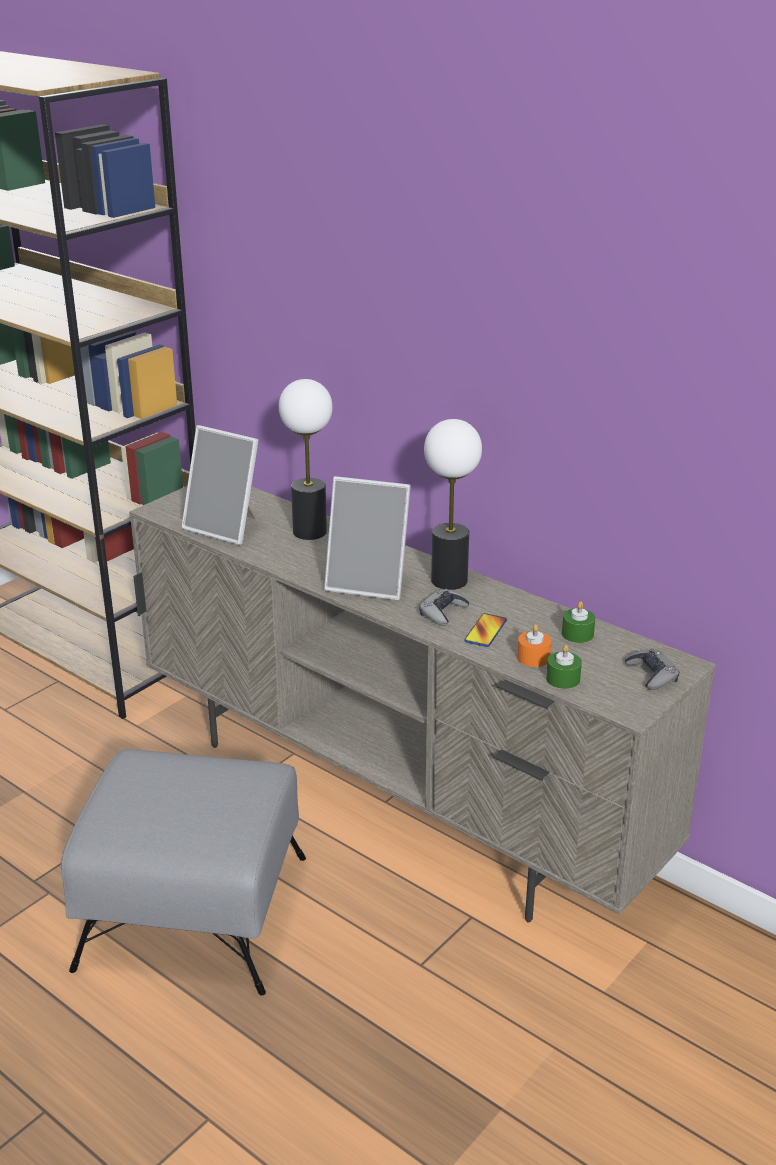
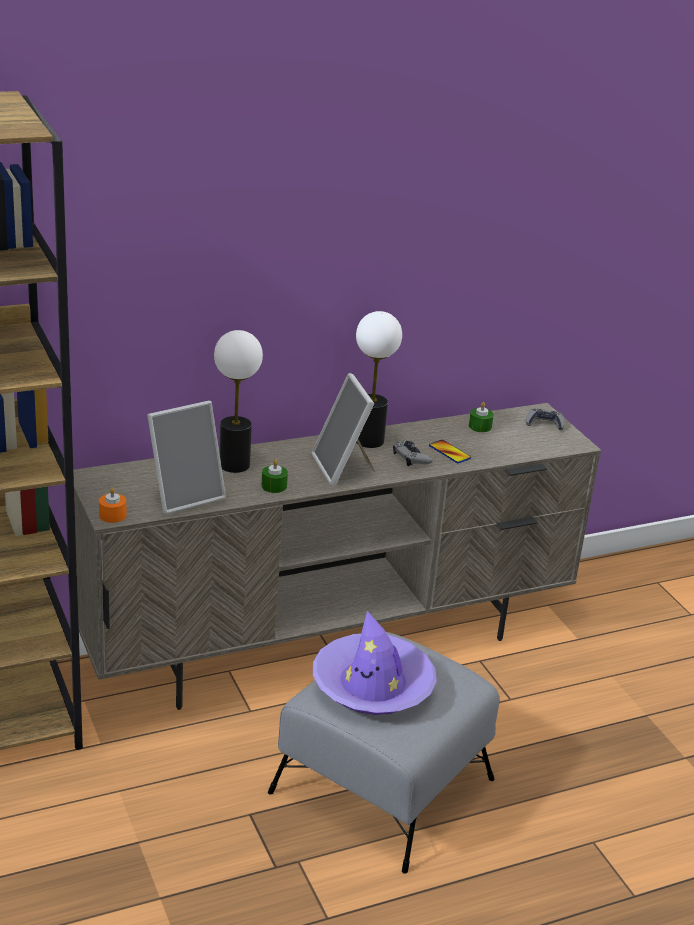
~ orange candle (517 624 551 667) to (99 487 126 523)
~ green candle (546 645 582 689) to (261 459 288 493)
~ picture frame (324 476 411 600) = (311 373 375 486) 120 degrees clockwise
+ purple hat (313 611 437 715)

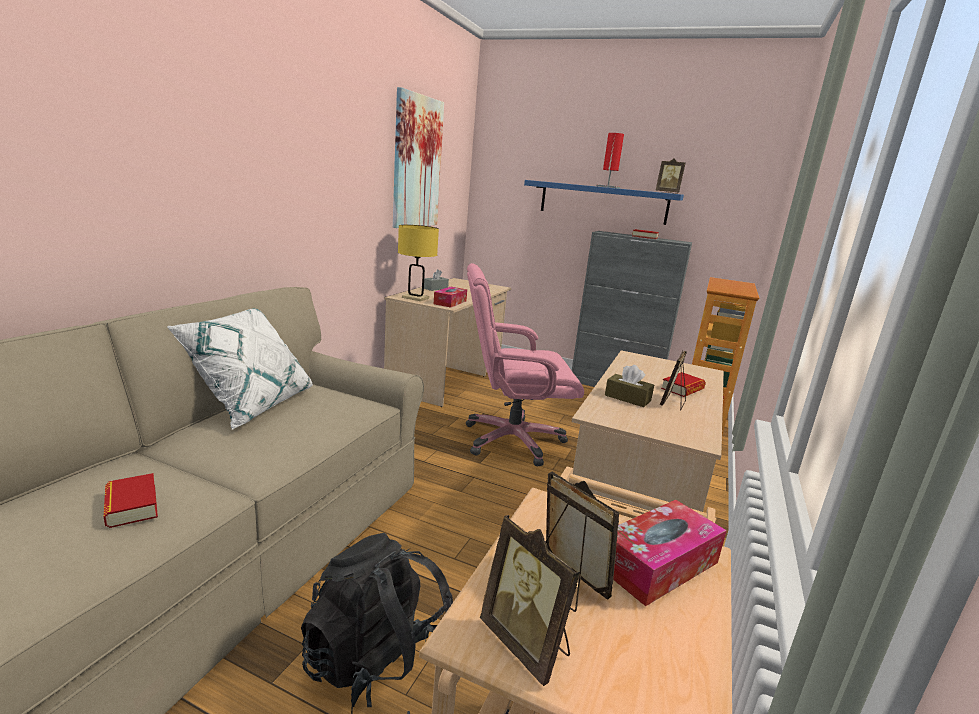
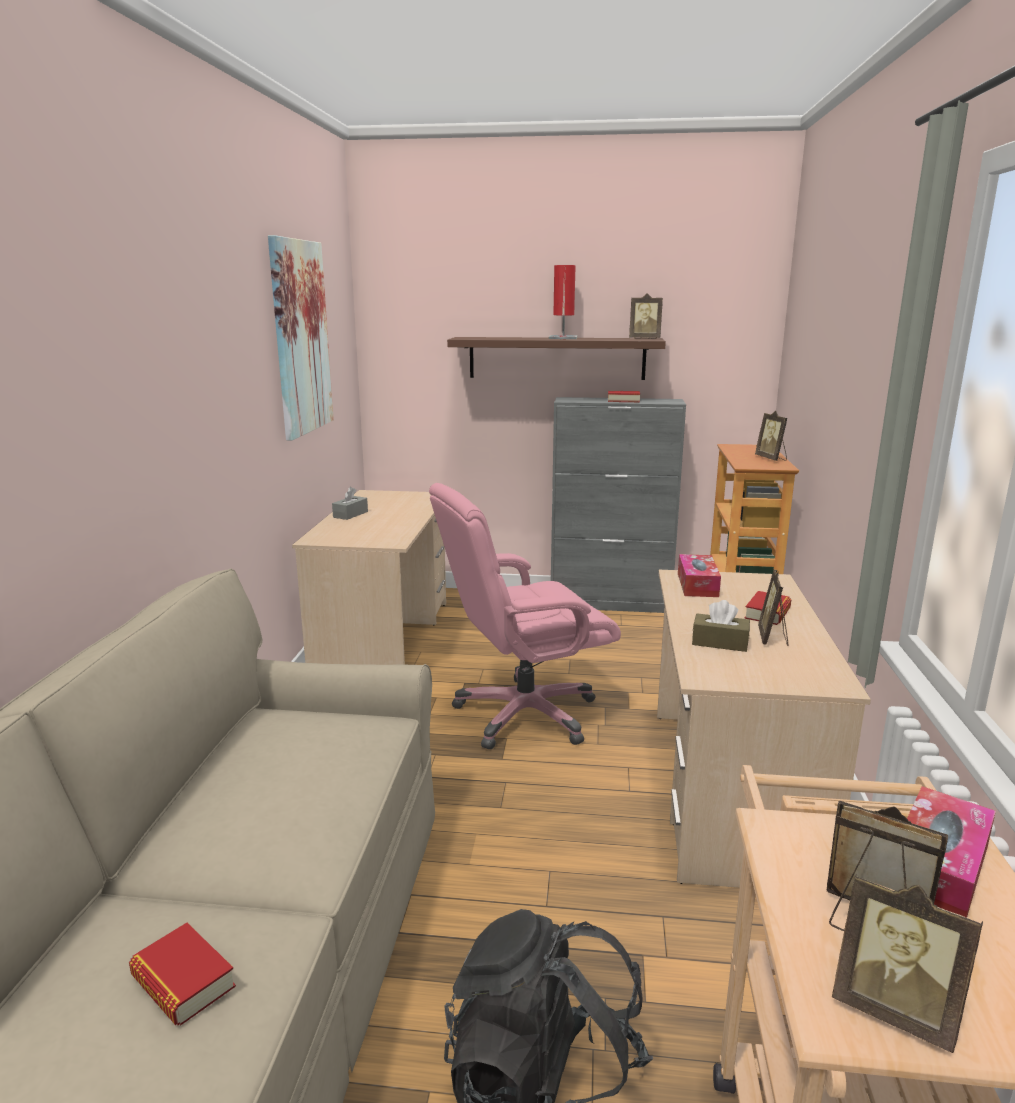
~ blue shelf (524 180 684 225) to brown shelf (447 337 666 380)
~ tissue box (434 287 467 307) to (678 554 721 597)
+ picture frame (755 411 787 461)
- white pillow (167 308 313 430)
- yellow table lamp (398 225 439 301)

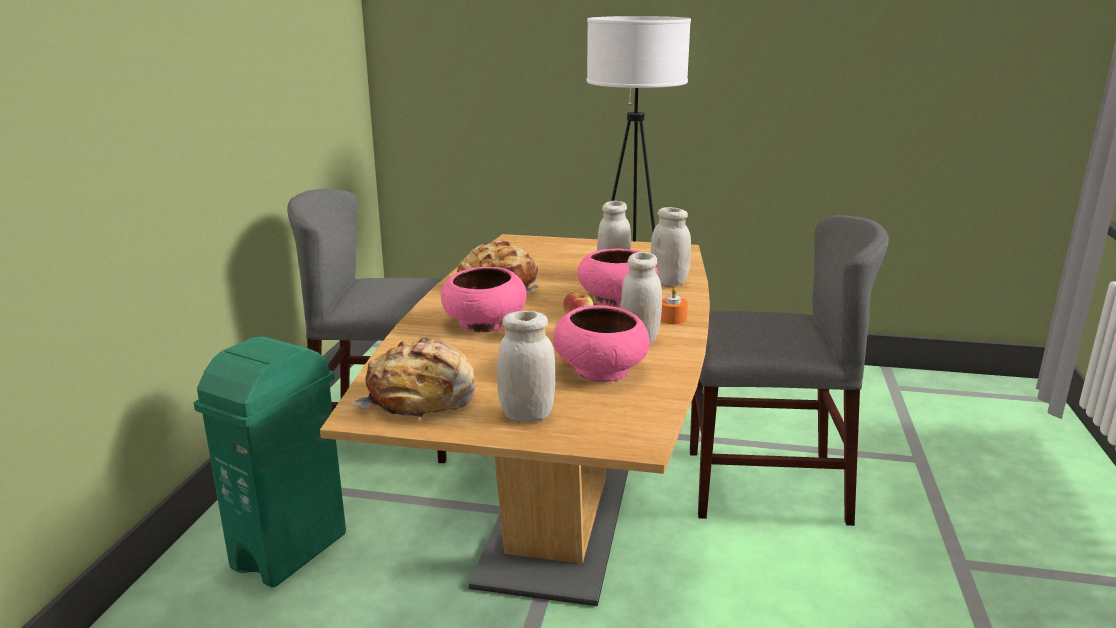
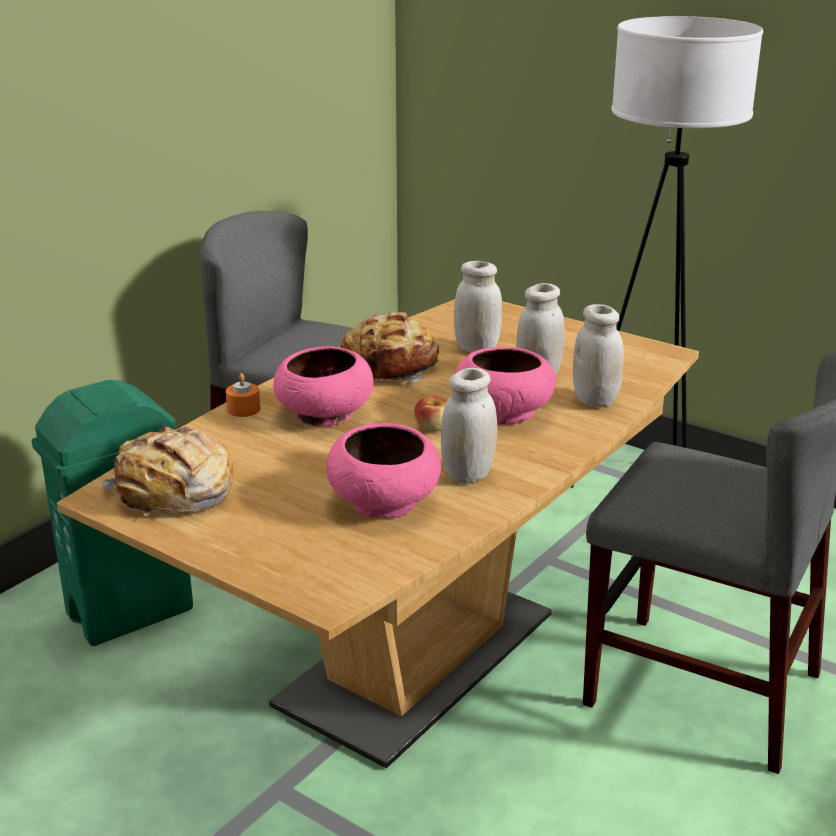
~ orange candle (661 287 688 324) to (226 373 260 417)
~ white jar (497 311 555 423) to (454 261 502 353)

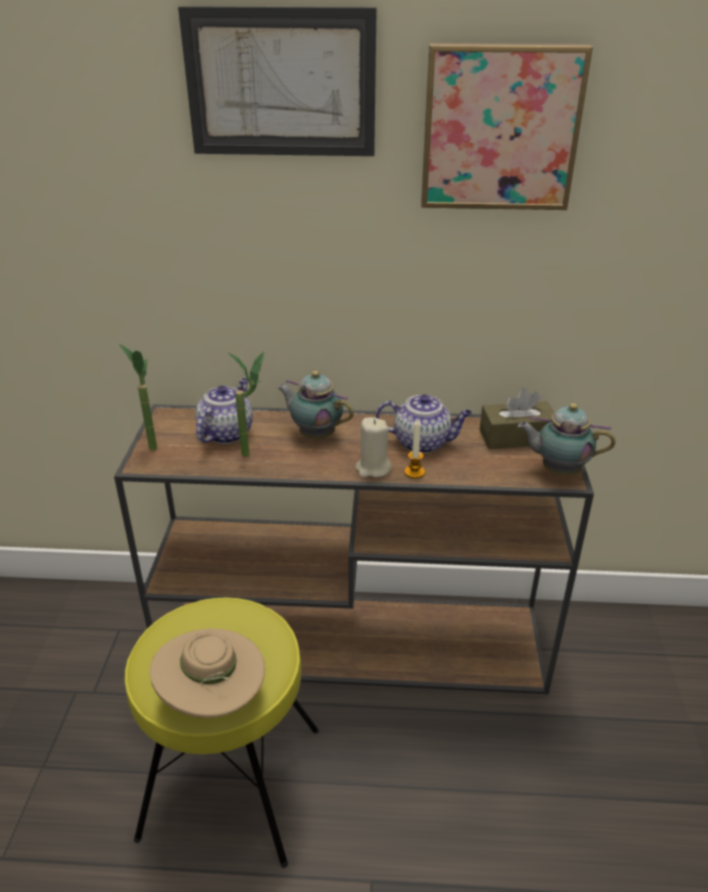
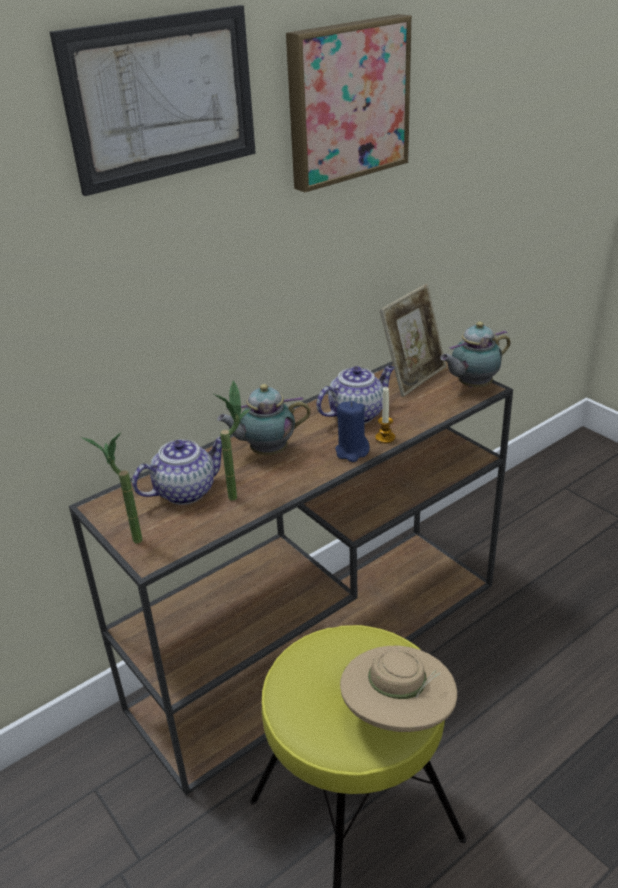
~ teapot (195 378 253 444) = (132 437 222 505) 75 degrees clockwise
~ beige candle (355 417 392 477) to blue candle (335 401 370 462)
~ brown tissue box (480 388 554 449) to picture frame (380 284 446 397)

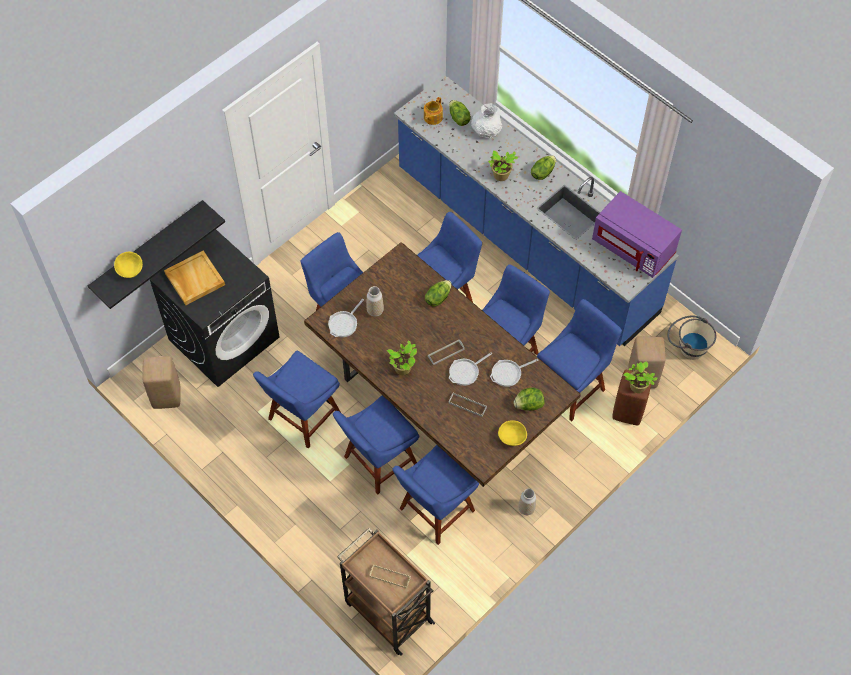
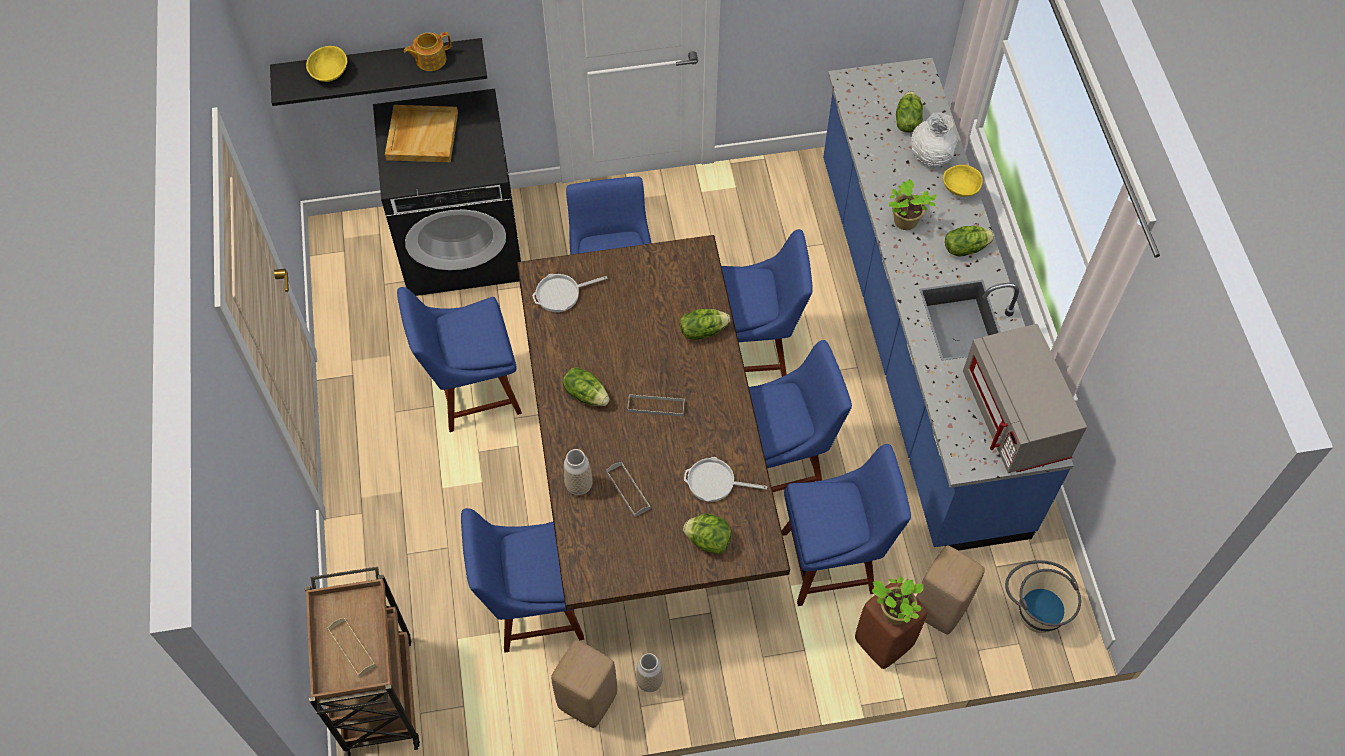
~ teapot (424 97 443 125) to (404 32 451 71)
~ beige stool (142 356 181 409) to (551 640 617 728)
~ potted plant (387 340 417 375) to lettuce (563 367 610 406)
~ vase (366 286 384 317) to (564 449 593 496)
~ yellow bowl (498 420 527 446) to (943 165 983 197)
~ purple microwave (592 191 682 278) to grey microwave (963 324 1087 473)
- blue chair (333 395 419 495)
- frying pan (449 352 492 386)

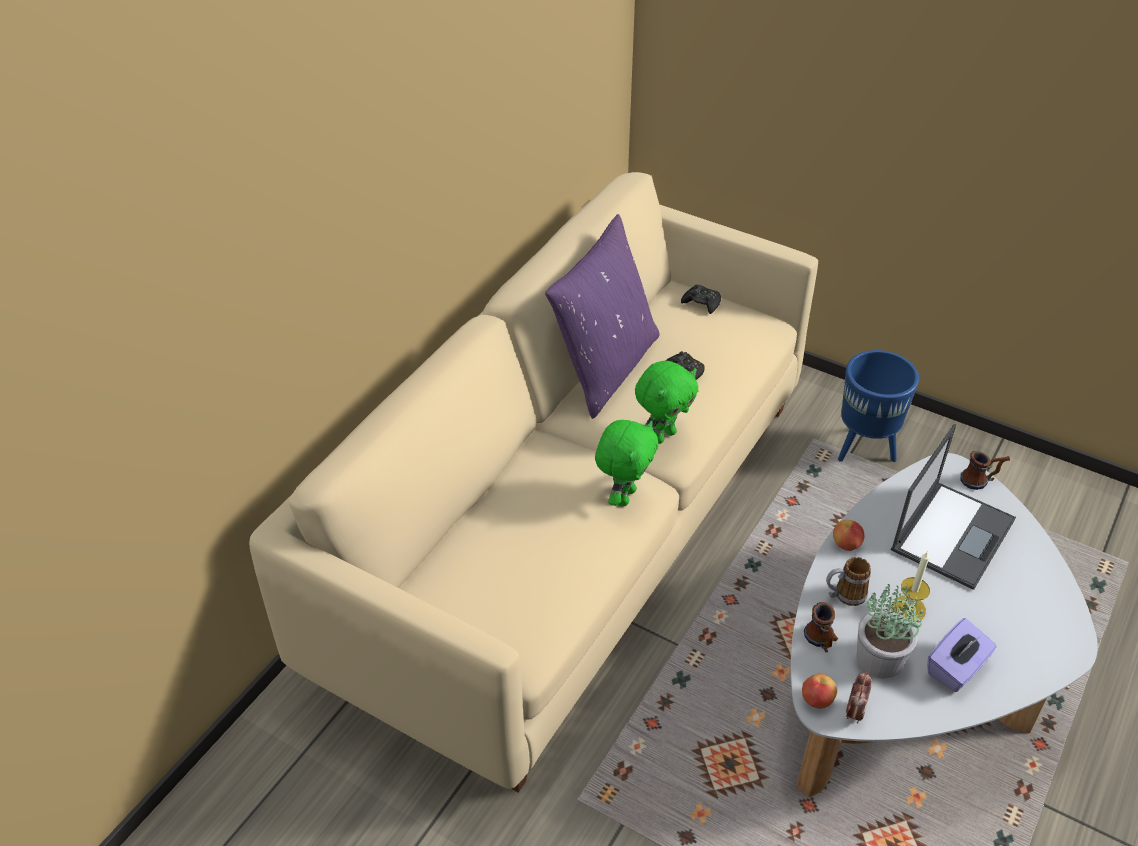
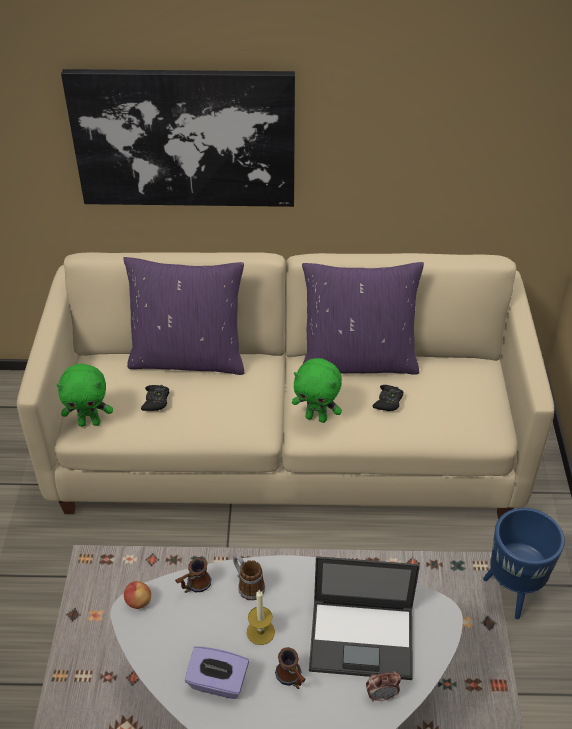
~ green plush toy (595 420 659 507) to (56 364 113 427)
+ picture (61 69 295 207)
+ purple pillow (123 257 244 375)
~ black game controller (681 284 721 314) to (141 385 169 411)
~ mug (960 451 1010 490) to (275 647 306 689)
~ alarm clock (846 672 872 724) to (366 672 401 701)
- apple (833 520 864 551)
- potted plant (857 583 923 679)

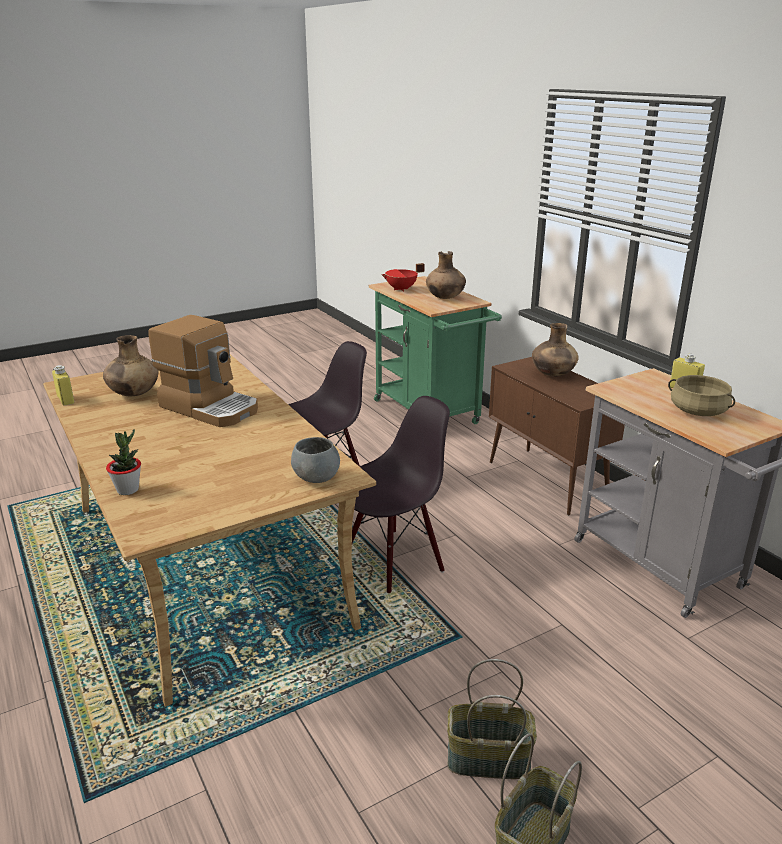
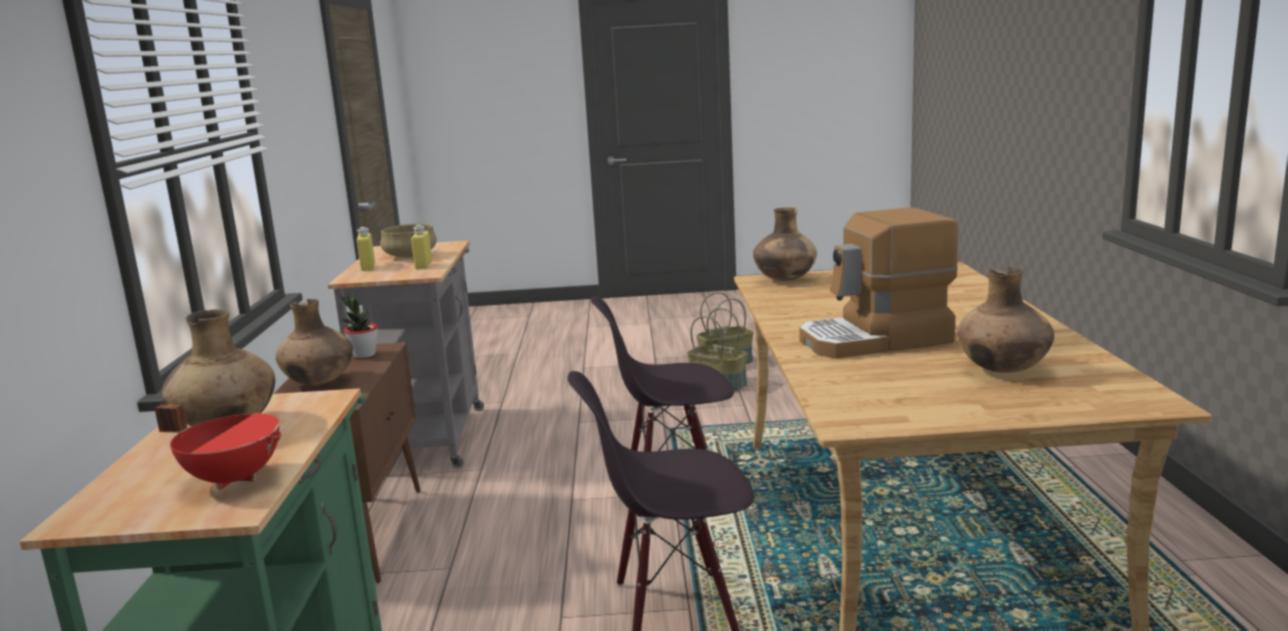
~ potted plant (106 429 141 495) to (340 293 378 358)
~ yellow bottle (52 365 74 406) to (411 225 432 269)
~ grey bowl (291 437 340 483) to brown vase (753 207 817 281)
~ coffee machine (148 315 258 427) = (799 207 958 359) 75 degrees counterclockwise

